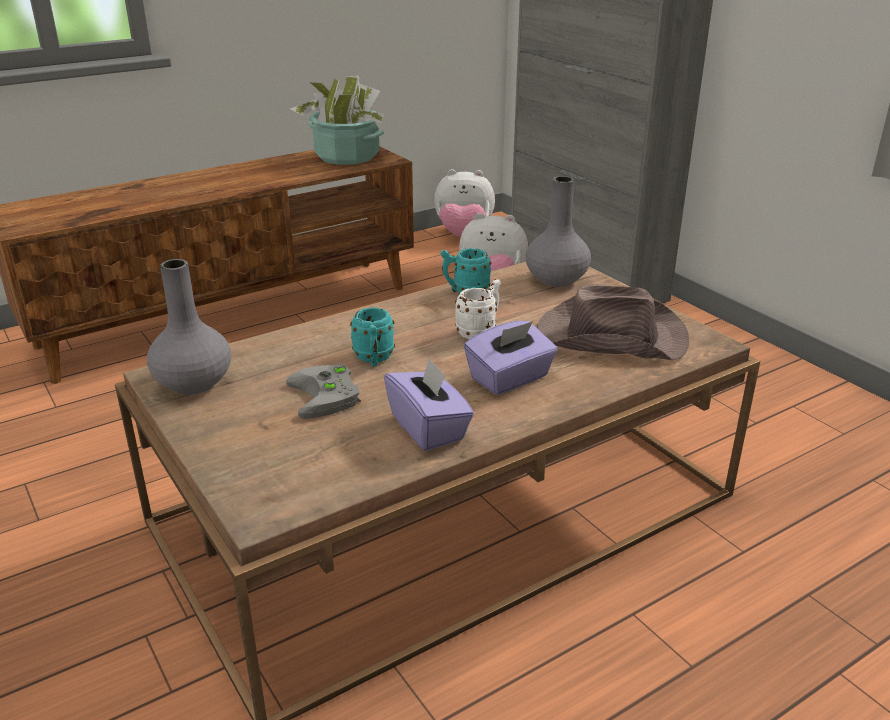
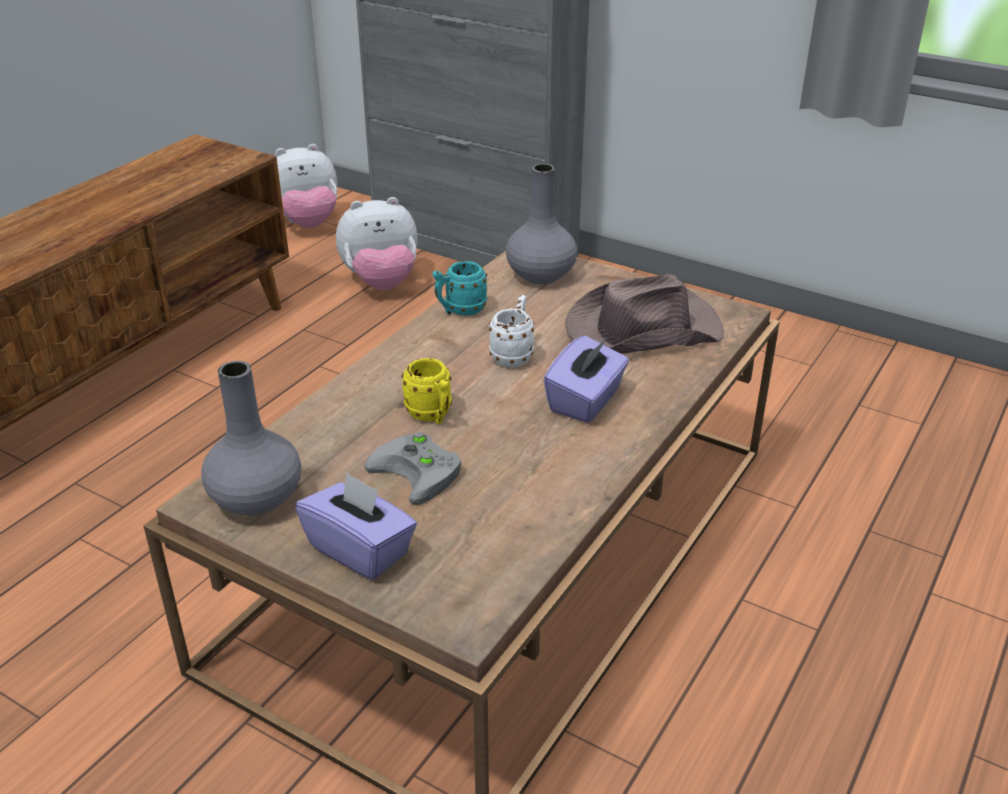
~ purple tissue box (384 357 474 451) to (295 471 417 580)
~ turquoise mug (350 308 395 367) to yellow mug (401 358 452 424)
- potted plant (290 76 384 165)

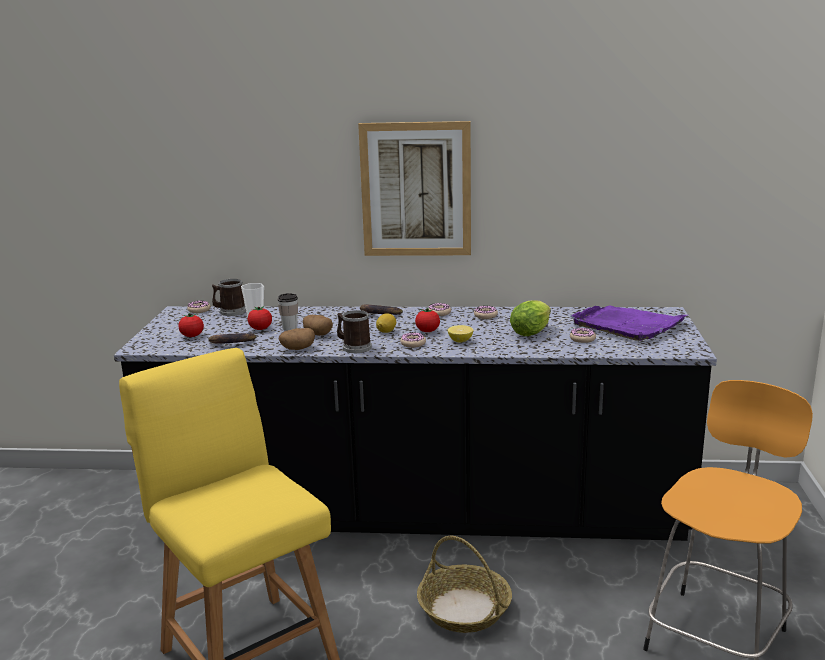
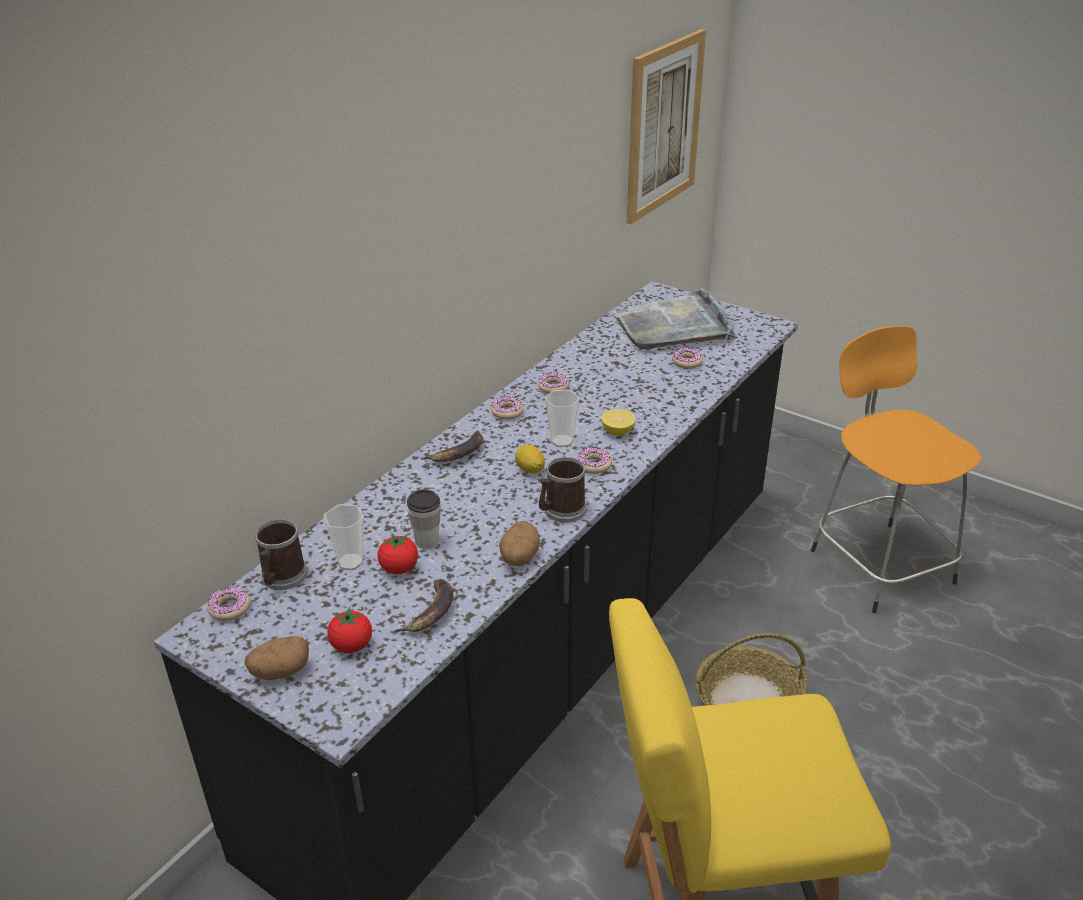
~ potato (303 315 333 336) to (245 636 309 680)
~ tomato (415 307 440 332) to cup (545 390 580 447)
~ purple tray (571 305 688 341) to grey tray (612 288 735 349)
~ picture (358 121 471 256) to (627 29 706 224)
- lettuce (510 300 551 336)

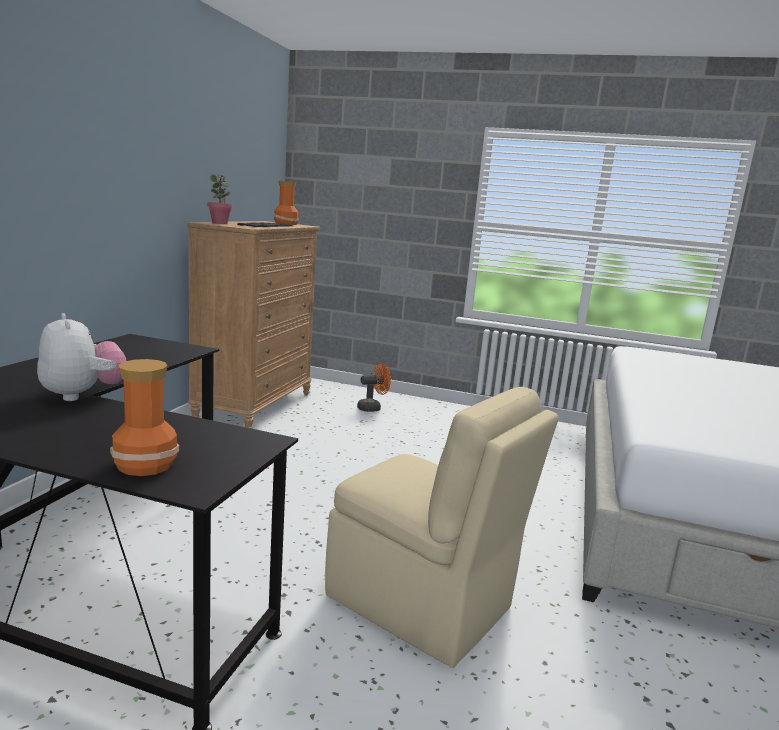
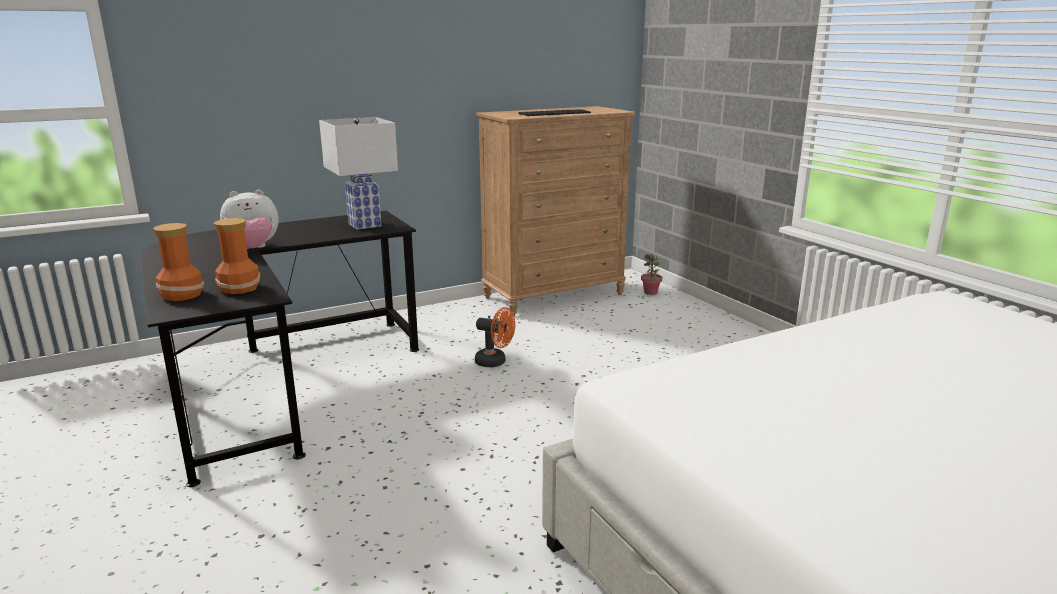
~ vase (273 181 299 225) to (214 218 260 294)
~ plush toy (37 313 126 401) = (220 190 279 249) 60 degrees clockwise
+ white table lamp (319 117 398 230)
~ orange fan (357 364 391 412) to (475 307 515 367)
~ potted plant (207 174 233 224) to (641 254 662 295)
- beige chair (325 387 559 668)

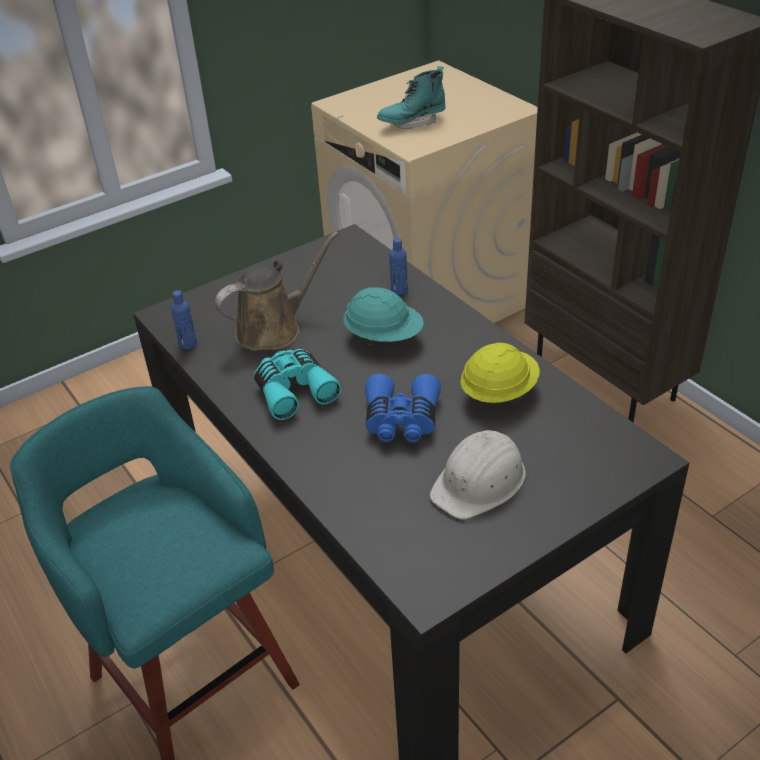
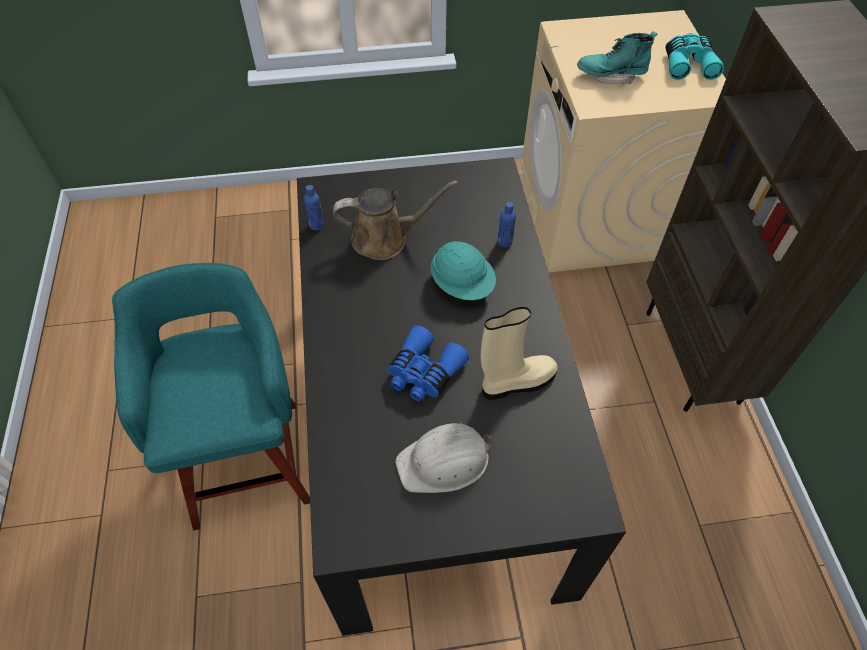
~ yellow hard hat (460 343 540 404) to beige boot (481 307 558 400)
~ turquoise binoculars (253 349 341 420) to (665 33 724 80)

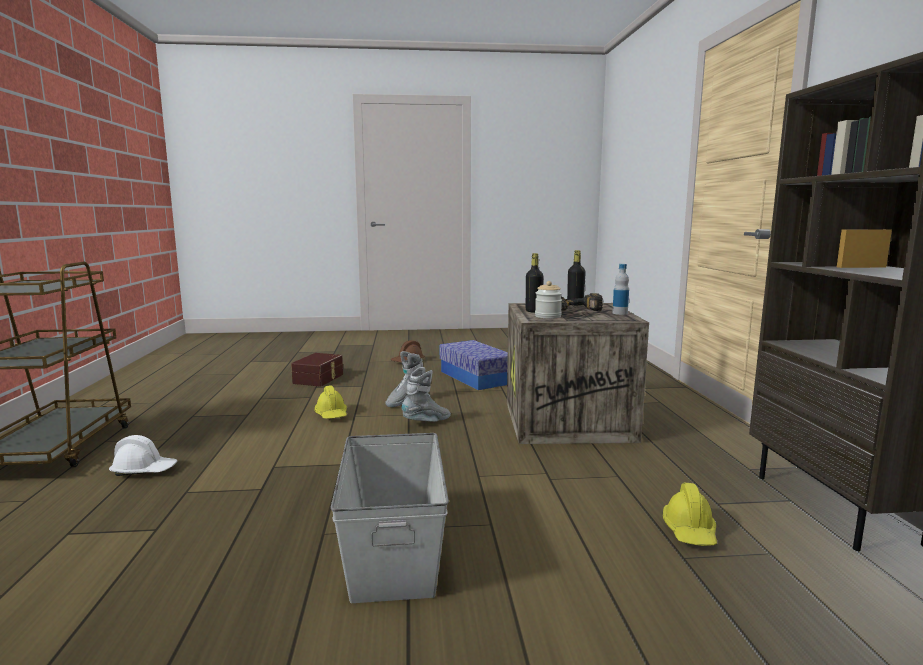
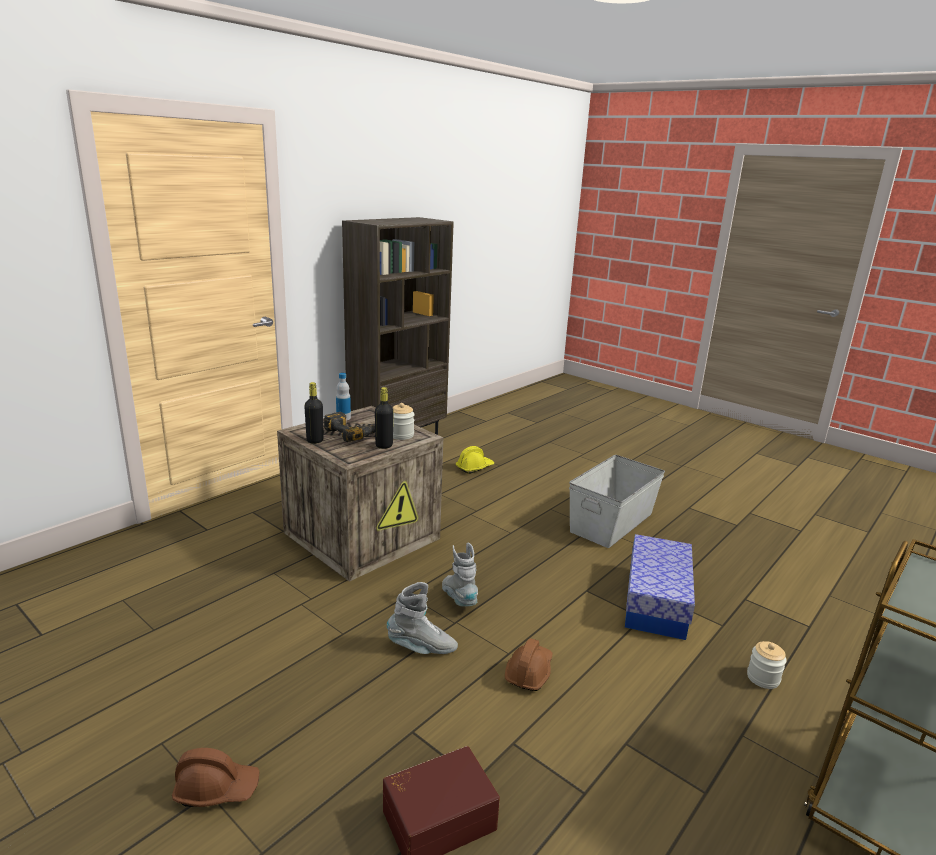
~ grey boot (402 367 451 422) = (442 543 478 607) 60 degrees clockwise
~ yellow hard hat (314 385 347 419) to brown hard hat (505 638 552 691)
~ storage box (440 340 508 390) to (625 534 695 640)
~ white hard hat (109 435 177 476) to jar (747 641 787 689)

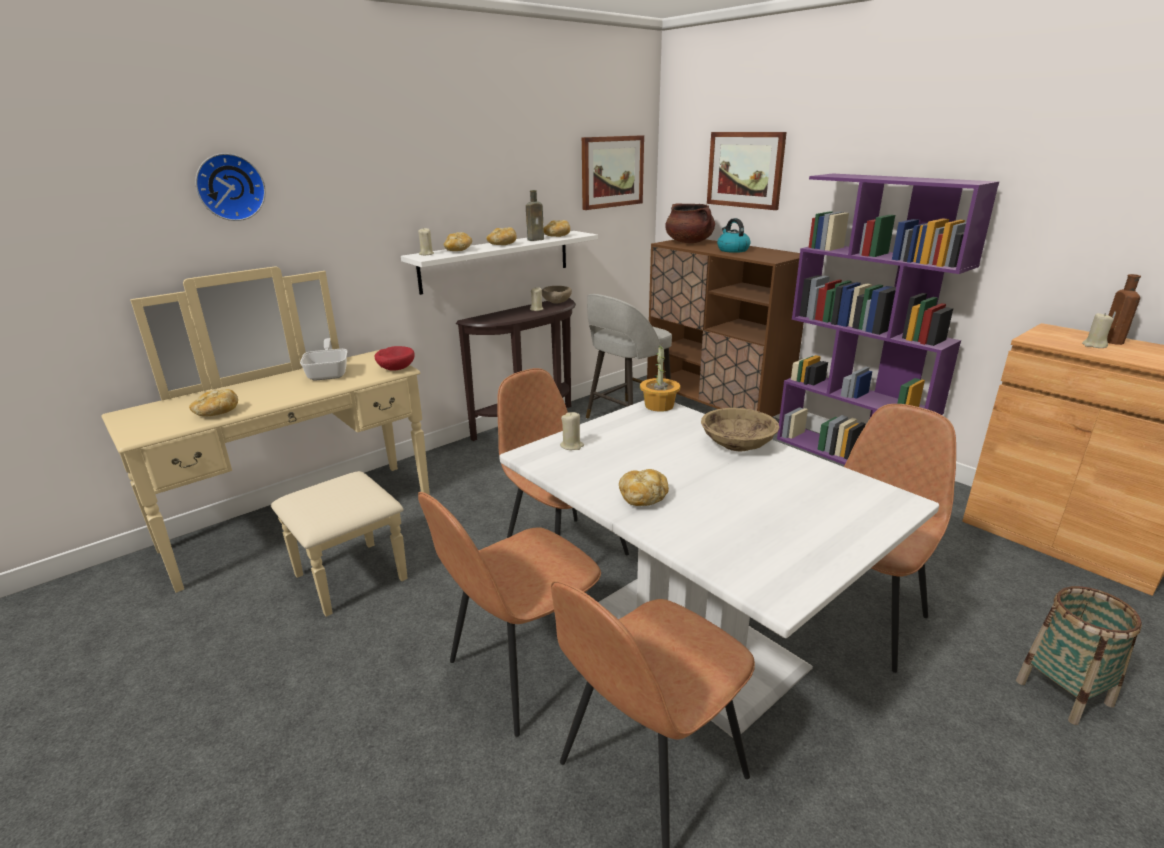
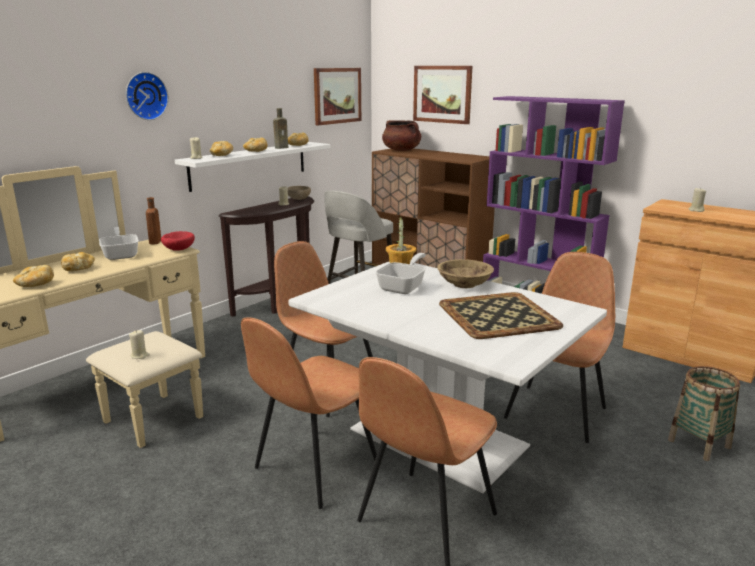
~ bread (619 469 669 506) to (61 252 95 271)
~ wall clock (195 153 266 221) to (126 72 169 120)
~ beige candle (560 412 584 450) to (129 330 150 359)
~ brown bottle (1107 274 1141 345) to (146 197 161 244)
+ frying pan (375 253 426 294)
+ tray (439 292 563 339)
- kettle (717 218 751 253)

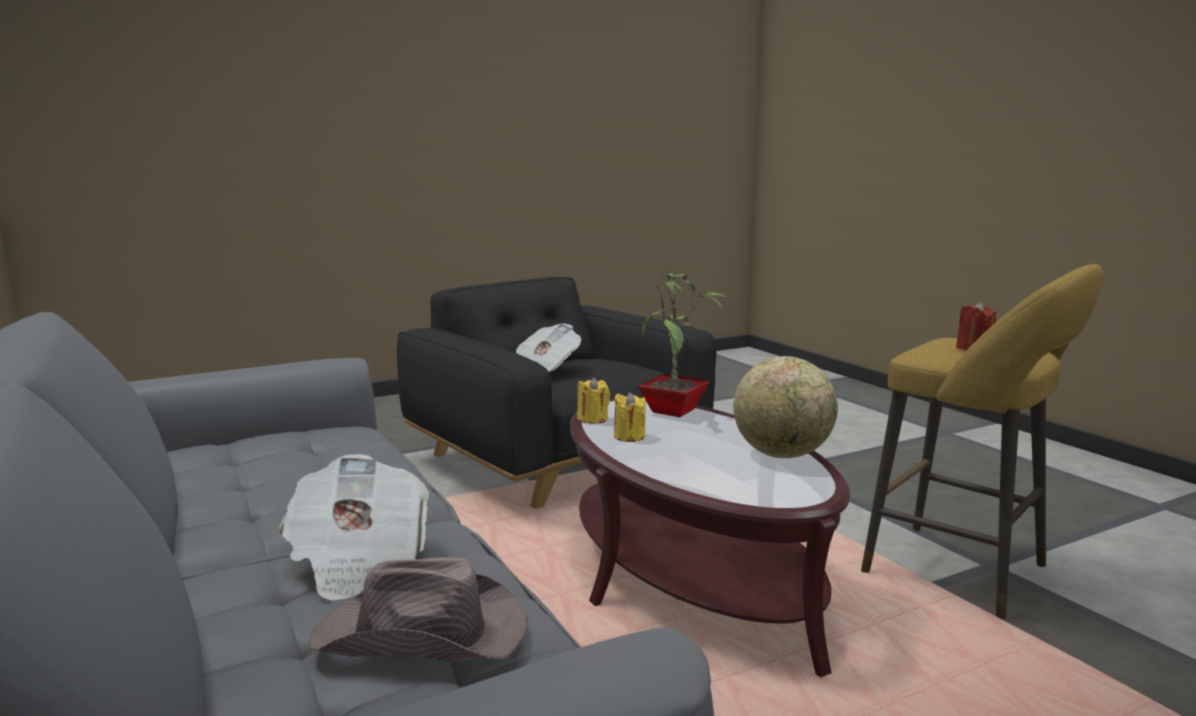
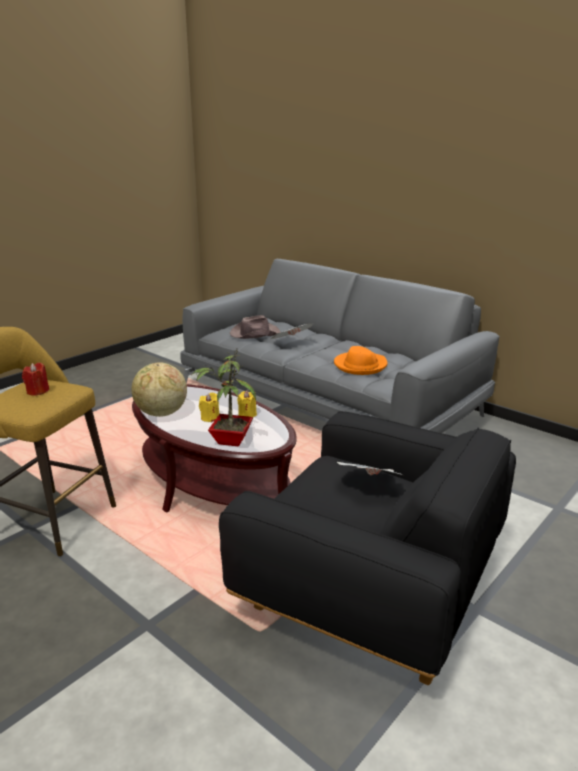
~ yellow candle (577 377 610 424) to (199 393 220 422)
+ orange hat (334 346 387 375)

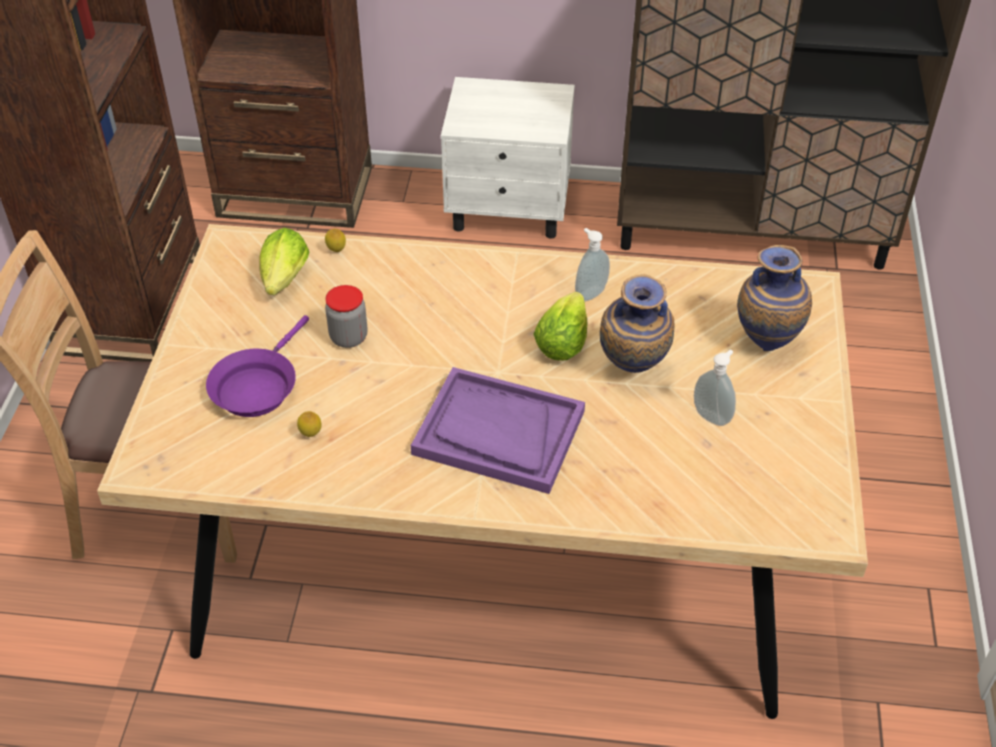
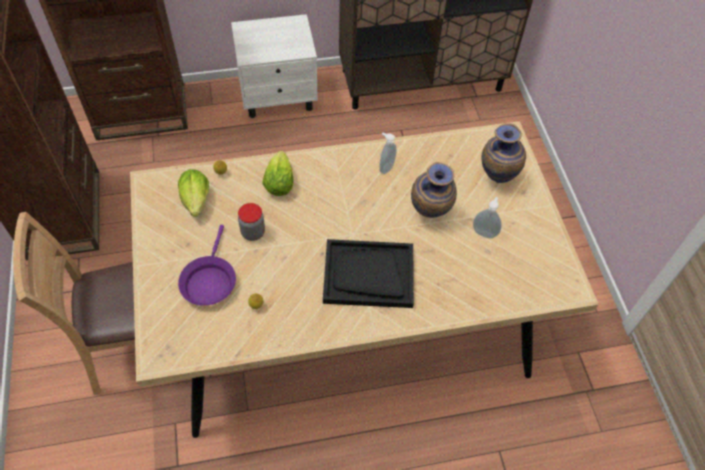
~ lettuce (533 292 587 361) to (262 151 294 196)
~ purple tray (411 367 585 494) to black tray (323 239 414 308)

